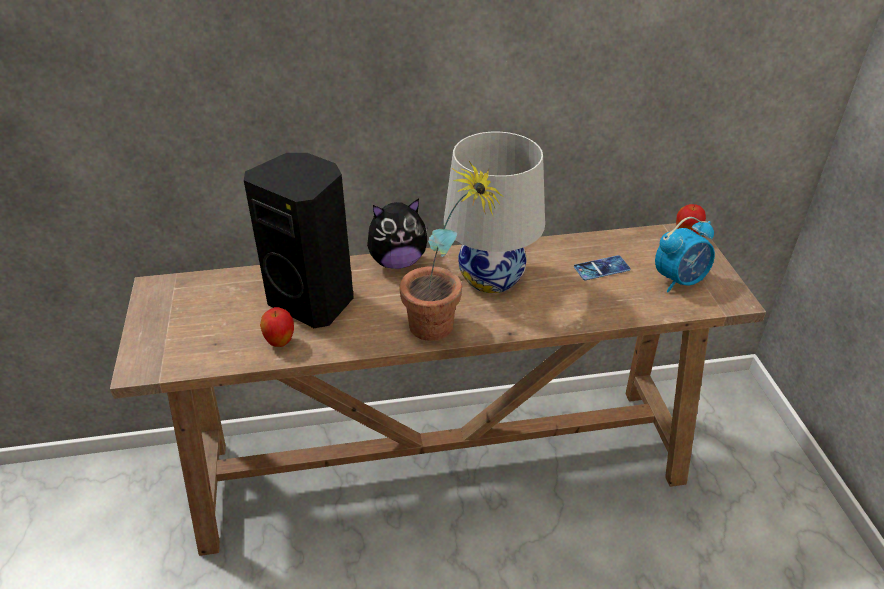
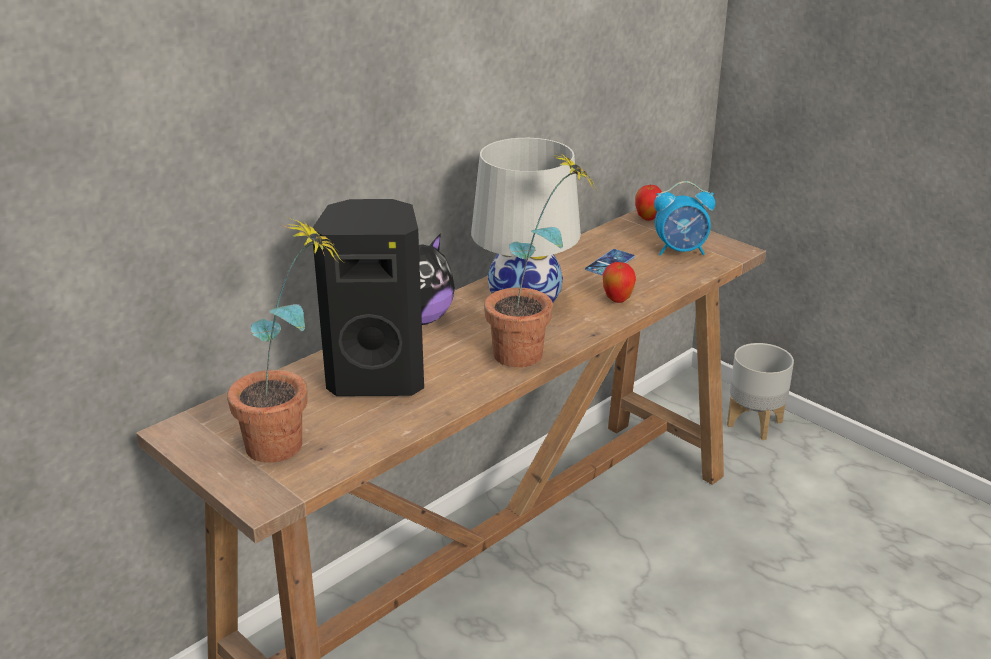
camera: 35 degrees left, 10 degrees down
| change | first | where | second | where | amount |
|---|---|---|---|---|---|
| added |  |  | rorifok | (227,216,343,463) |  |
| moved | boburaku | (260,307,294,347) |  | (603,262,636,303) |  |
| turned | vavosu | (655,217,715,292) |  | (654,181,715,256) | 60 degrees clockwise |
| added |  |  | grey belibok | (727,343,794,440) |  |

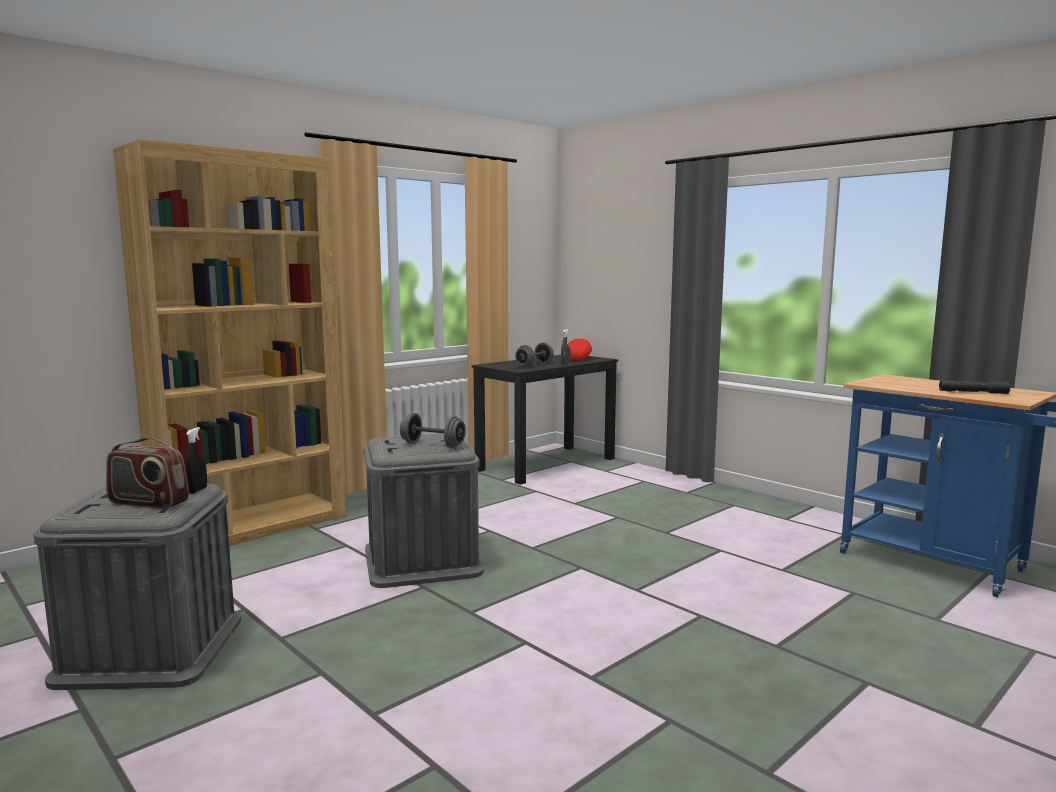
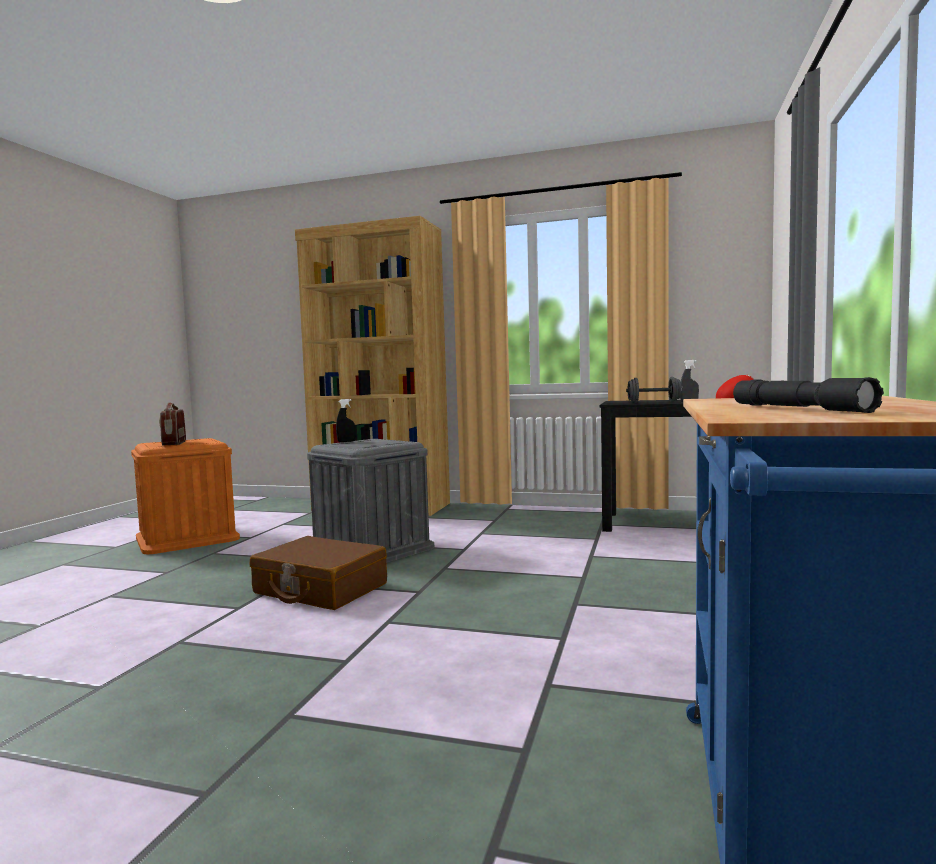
camera: 60 degrees right, 5 degrees down
| change | first | where | second | where | amount |
|---|---|---|---|---|---|
| recoloured | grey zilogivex | (33,484,241,690) | orange zilogivex | (131,438,240,554) |  |
| added |  |  | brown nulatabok | (250,536,387,610) |  |
| moved | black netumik | (185,427,207,494) |  | (336,399,355,442) |  |
| removed | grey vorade | (400,413,466,448) |  |  |  |

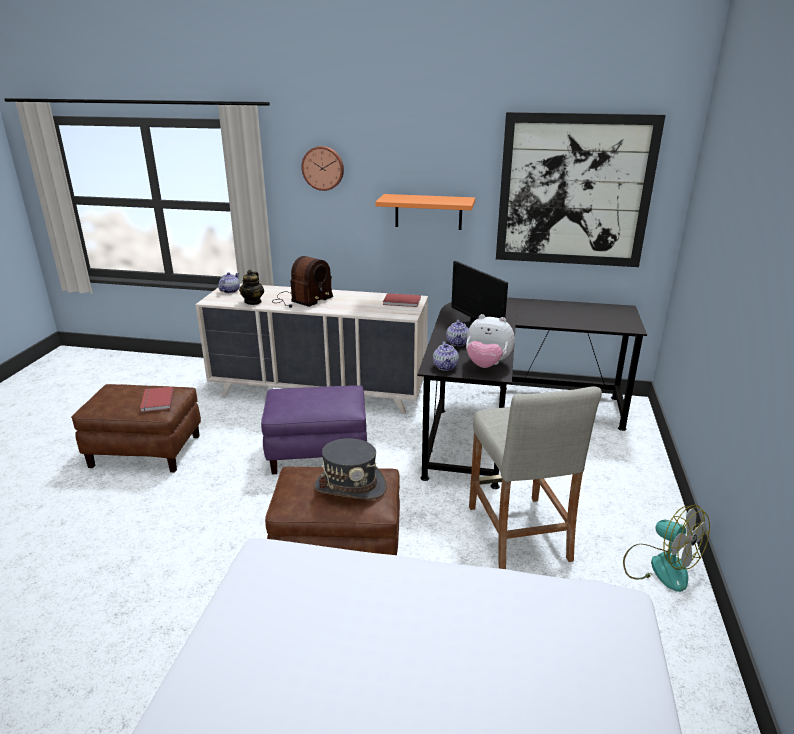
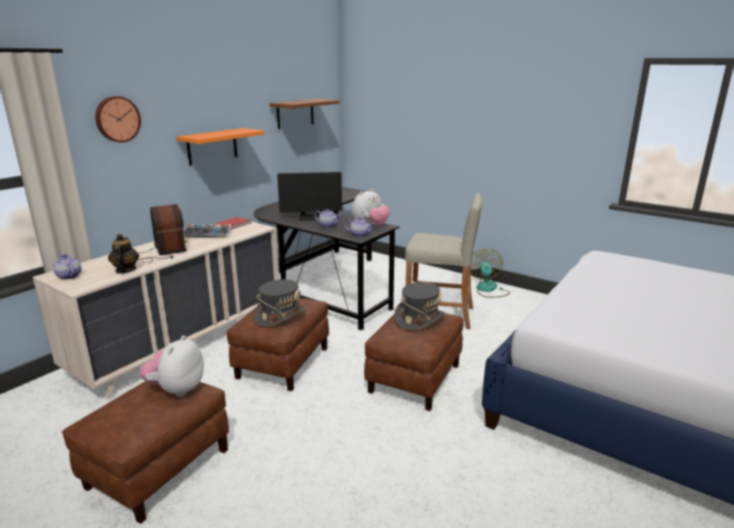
camera: 65 degrees left, 5 degrees down
| change | first | where | second | where | amount |
|---|---|---|---|---|---|
| turned | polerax | (239,269,264,305) |  | (108,234,139,273) | 135 degrees counterclockwise |
| replaced | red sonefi | (140,387,174,412) | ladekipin | (140,335,204,397) |  |
| added |  |  | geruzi | (183,224,231,238) |  |
| recoloured | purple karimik | (261,385,367,474) | brown karimik | (226,298,329,391) |  |
| added |  |  | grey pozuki | (253,279,306,327) |  |
| replaced | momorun | (496,112,666,267) | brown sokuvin | (270,99,340,129) |  |
| turned | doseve | (623,505,710,592) |  | (471,249,510,298) | 75 degrees counterclockwise |

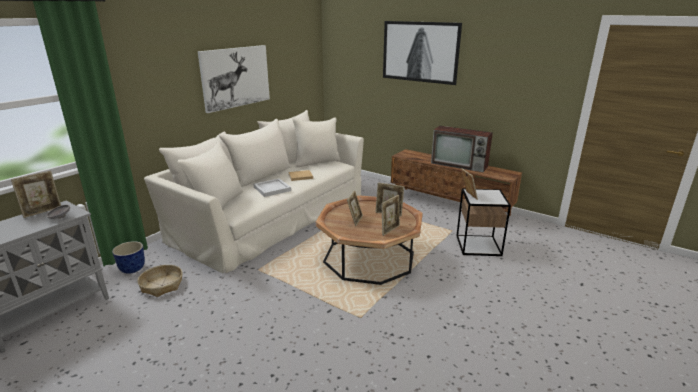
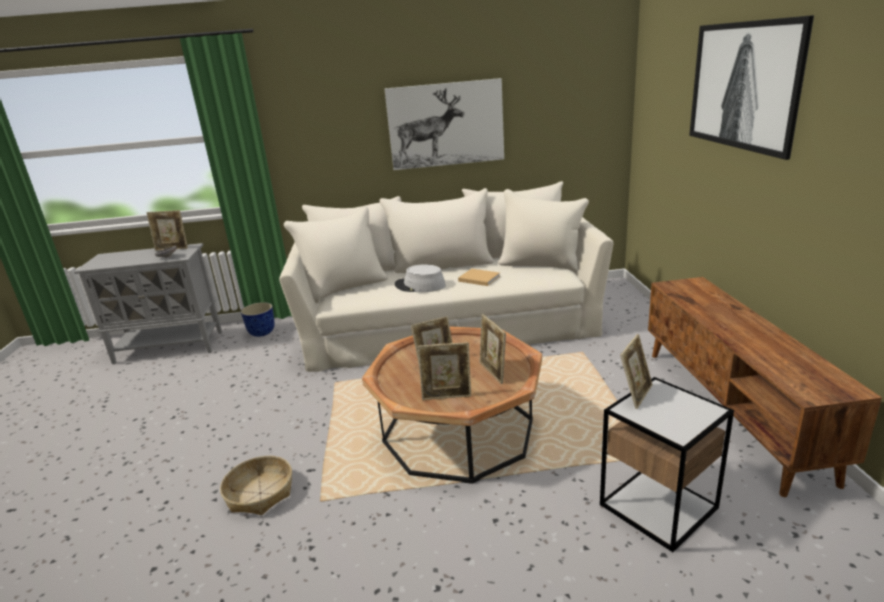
camera: 50 degrees right, 0 degrees up
| change | first | where | second | where | amount |
|---|---|---|---|---|---|
| moved | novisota | (138,265,183,297) |  | (220,456,292,515) |  |
| replaced | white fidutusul | (254,178,291,197) | grey pozuki | (395,264,446,292) |  |
| removed | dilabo | (431,126,493,172) |  |  |  |

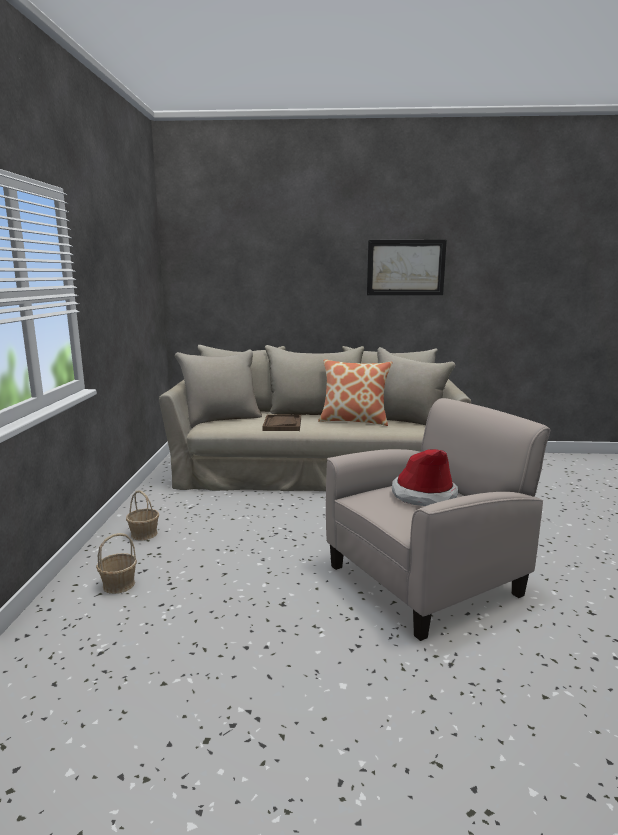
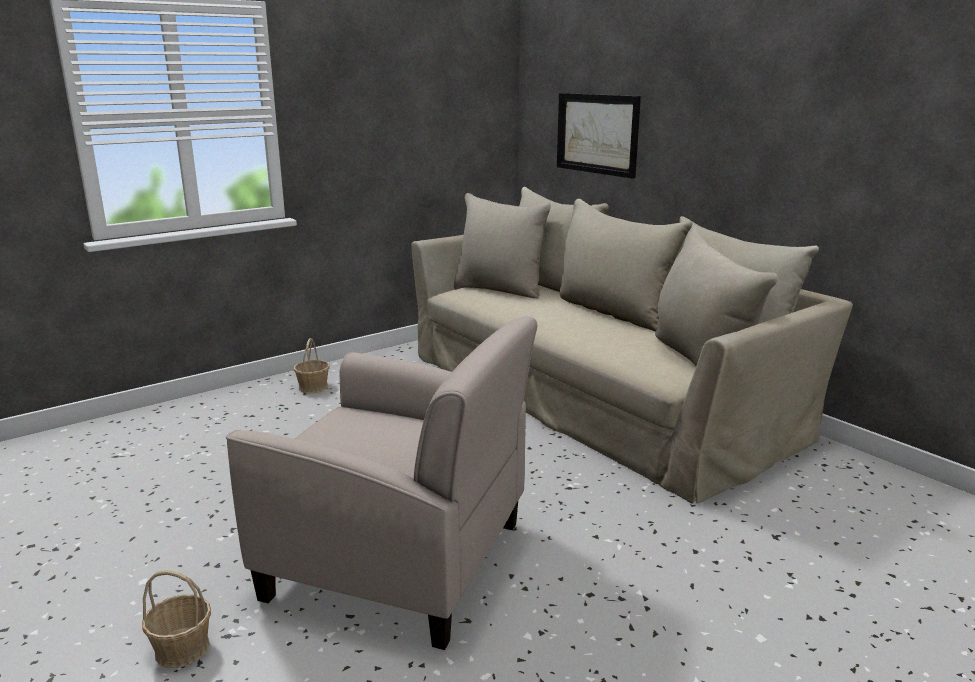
camera: 50 degrees right, 5 degrees up
| change | first | where | second | where | amount |
|---|---|---|---|---|---|
| moved | novisota | (96,533,137,594) |  | (142,570,211,668) |  |
| moved | momorun | (367,240,447,295) |  | (557,93,641,179) |  |
| removed | brown fidutusul | (262,414,301,431) |  |  |  |
| removed | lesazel | (318,359,393,426) |  |  |  |
| removed | pozuki | (392,449,458,506) |  |  |  |

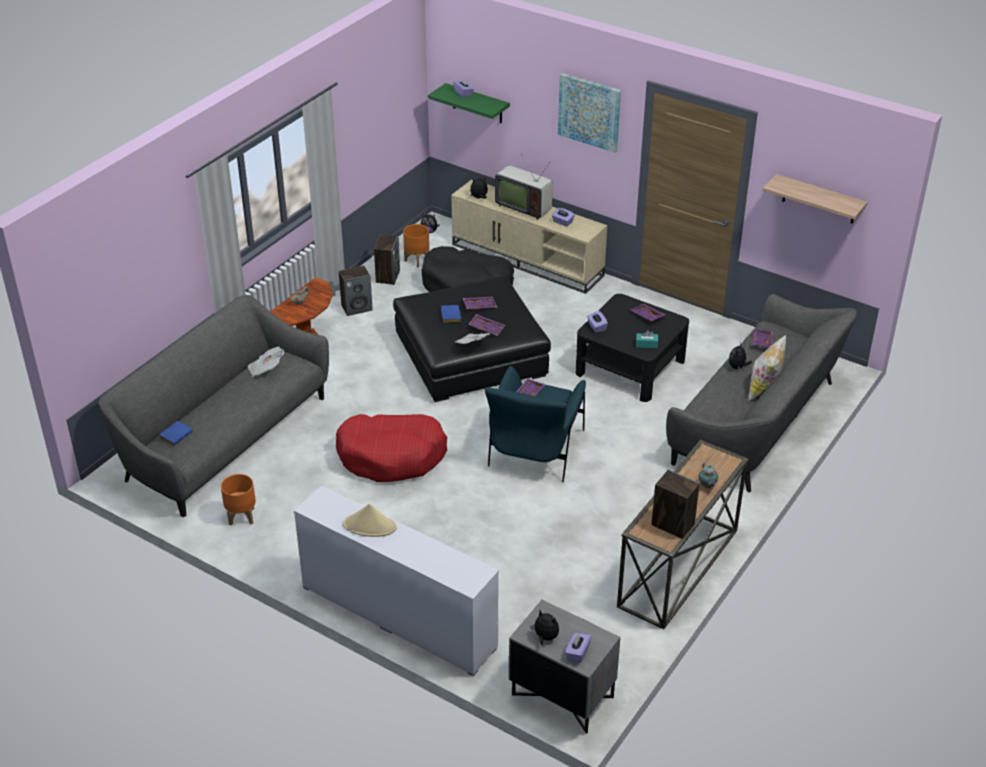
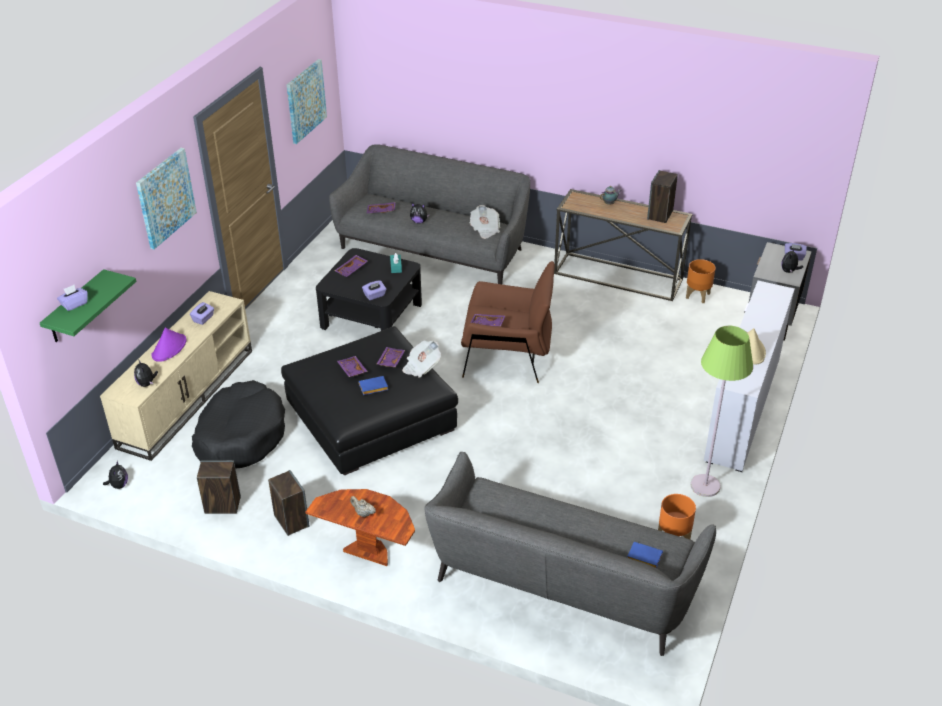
camera: 100 degrees left, 0 degrees up
| change | first | where | second | where | amount |
|---|---|---|---|---|---|
| replaced | dilabo | (495,153,553,220) | purple pozuki | (152,328,187,362) |  |
| replaced | sokuvin | (762,174,868,224) | momorun | (287,59,327,144) |  |
| recoloured | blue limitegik | (485,366,586,482) | brown limitegik | (461,261,555,383) |  |
| moved | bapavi | (248,346,284,377) |  | (470,205,500,239) |  |
| moved | orange belibok | (403,224,429,267) |  | (686,259,716,303) |  |
| added |  |  | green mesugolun | (691,326,753,497) |  |
| removed | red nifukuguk | (336,414,447,482) |  |  |  |
| removed | lesazel | (749,335,786,401) |  |  |  |

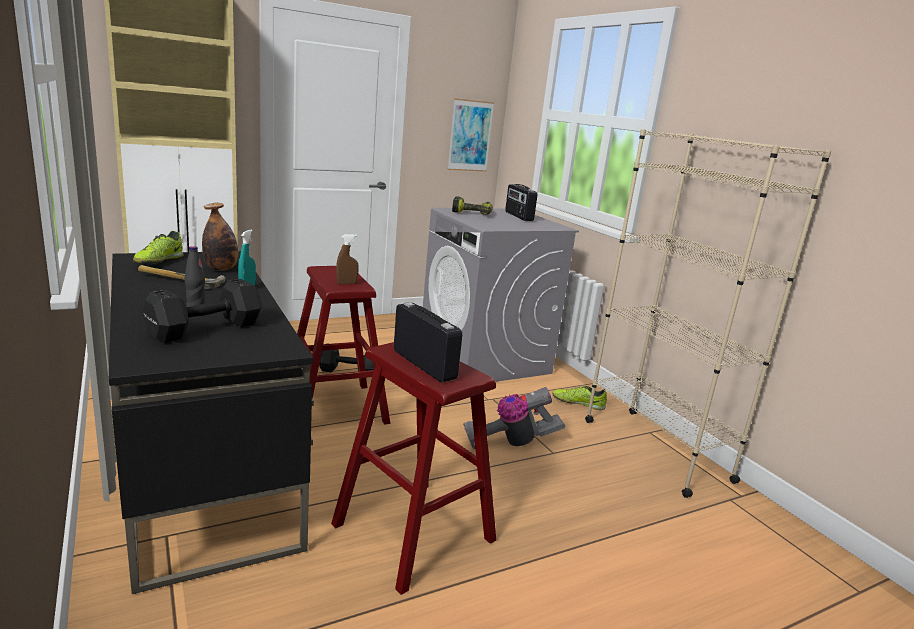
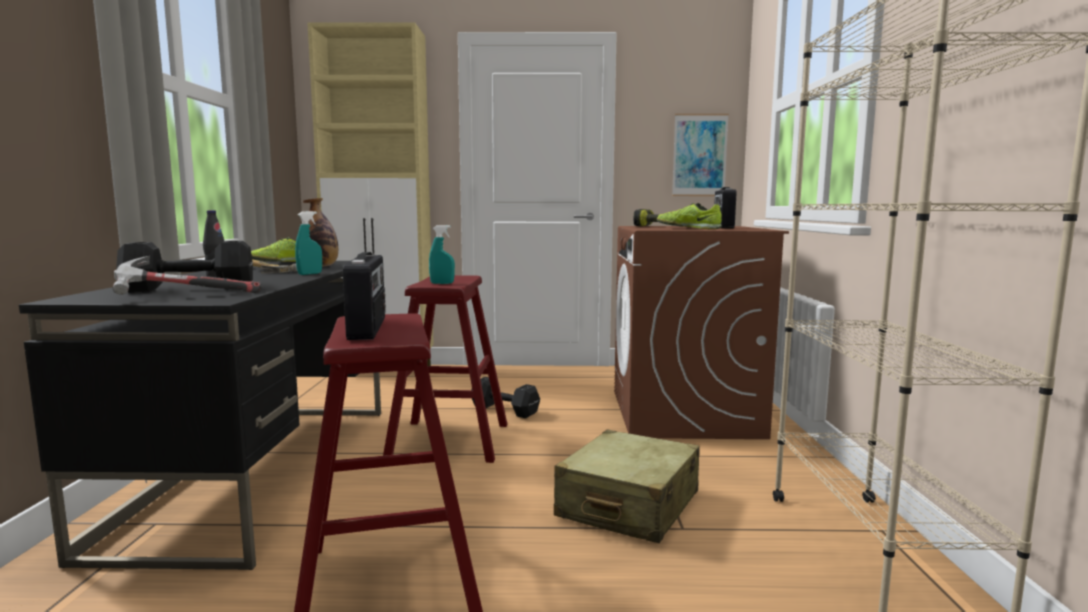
camera: 30 degrees right, 10 degrees down
| change | first | where | second | where | amount |
|---|---|---|---|---|---|
| added |  |  | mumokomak | (112,256,261,295) |  |
| recoloured | brown netumik | (336,234,359,284) | turquoise netumik | (429,225,455,284) |  |
| replaced | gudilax | (463,387,565,450) | beige nulatabok | (554,430,699,543) |  |
| recoloured | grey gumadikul | (423,208,579,382) | brown gumadikul | (614,226,789,439) |  |
| moved | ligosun | (552,386,607,410) |  | (657,203,722,229) |  |

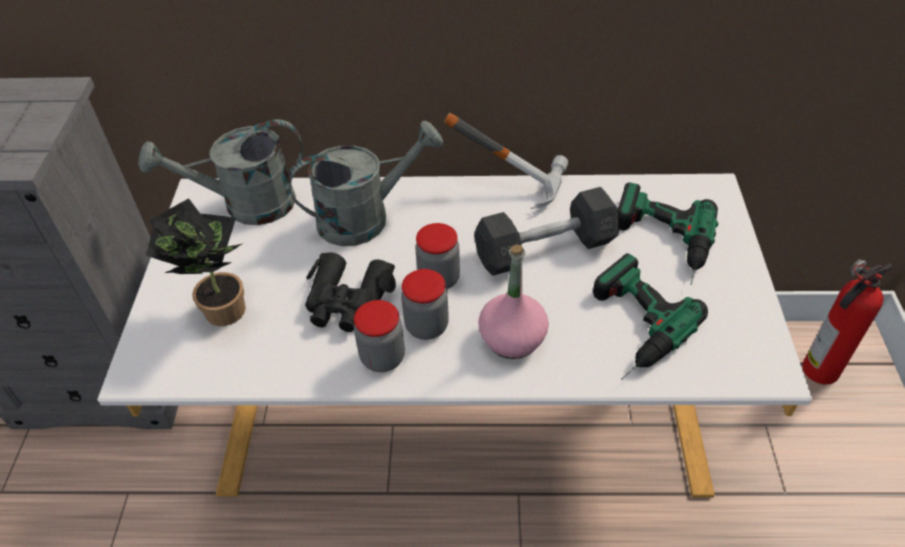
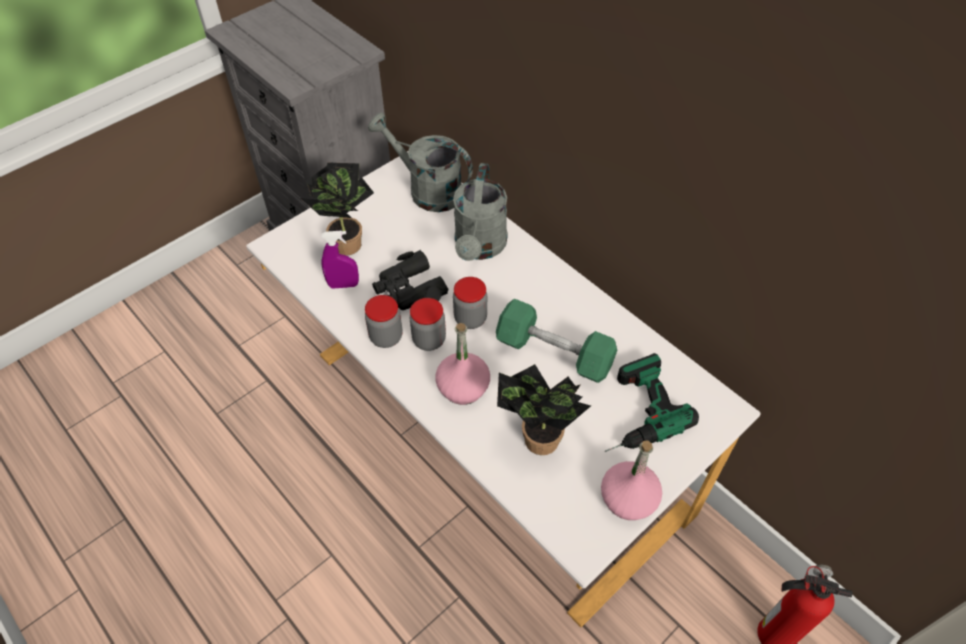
camera: 45 degrees right, 5 degrees up
| change | first | where | second | where | amount |
|---|---|---|---|---|---|
| added |  |  | purple netumik | (321,231,359,288) |  |
| turned | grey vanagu | (288,121,443,246) |  | (453,163,507,261) | 75 degrees clockwise |
| recoloured | grey vorade | (474,187,619,276) | green vorade | (496,299,617,383) |  |
| replaced | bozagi | (593,253,708,380) | rorifok | (497,364,591,455) |  |
| added |  |  | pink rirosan | (601,440,662,520) |  |
| removed | mumokomak | (444,113,568,209) |  |  |  |

